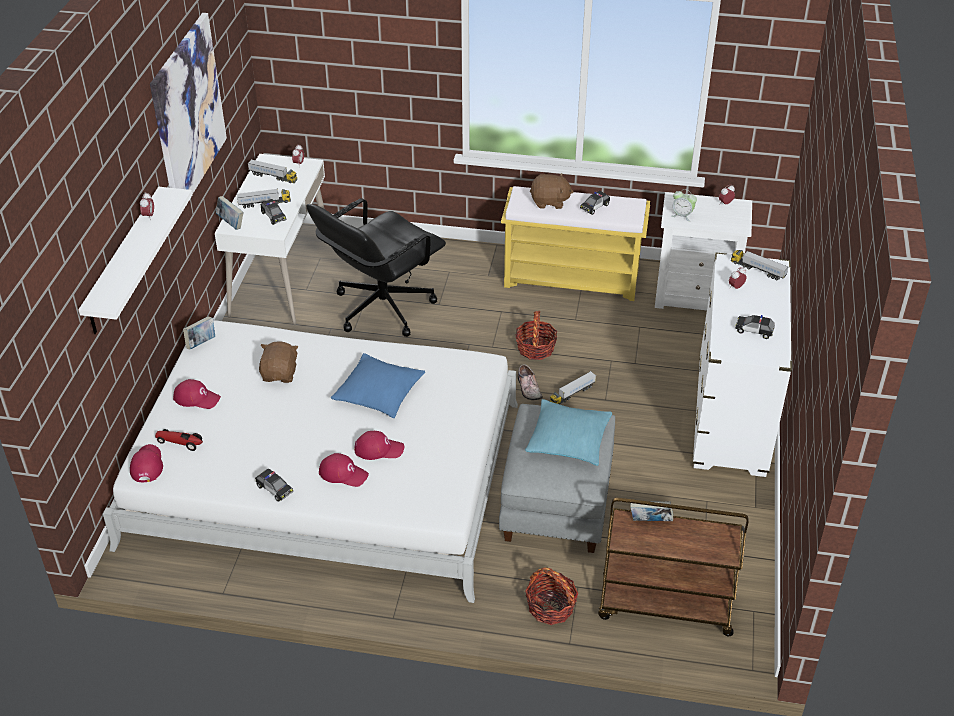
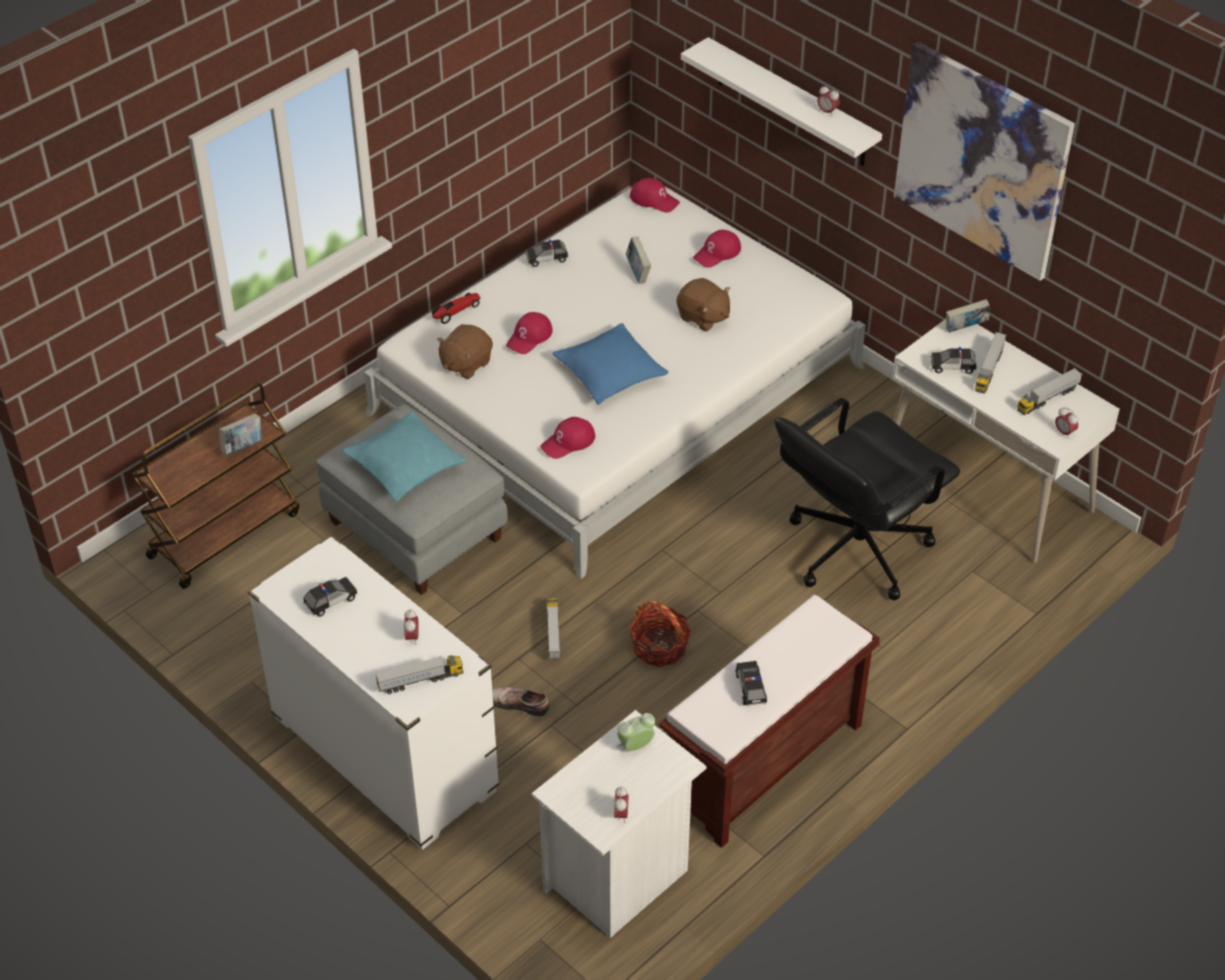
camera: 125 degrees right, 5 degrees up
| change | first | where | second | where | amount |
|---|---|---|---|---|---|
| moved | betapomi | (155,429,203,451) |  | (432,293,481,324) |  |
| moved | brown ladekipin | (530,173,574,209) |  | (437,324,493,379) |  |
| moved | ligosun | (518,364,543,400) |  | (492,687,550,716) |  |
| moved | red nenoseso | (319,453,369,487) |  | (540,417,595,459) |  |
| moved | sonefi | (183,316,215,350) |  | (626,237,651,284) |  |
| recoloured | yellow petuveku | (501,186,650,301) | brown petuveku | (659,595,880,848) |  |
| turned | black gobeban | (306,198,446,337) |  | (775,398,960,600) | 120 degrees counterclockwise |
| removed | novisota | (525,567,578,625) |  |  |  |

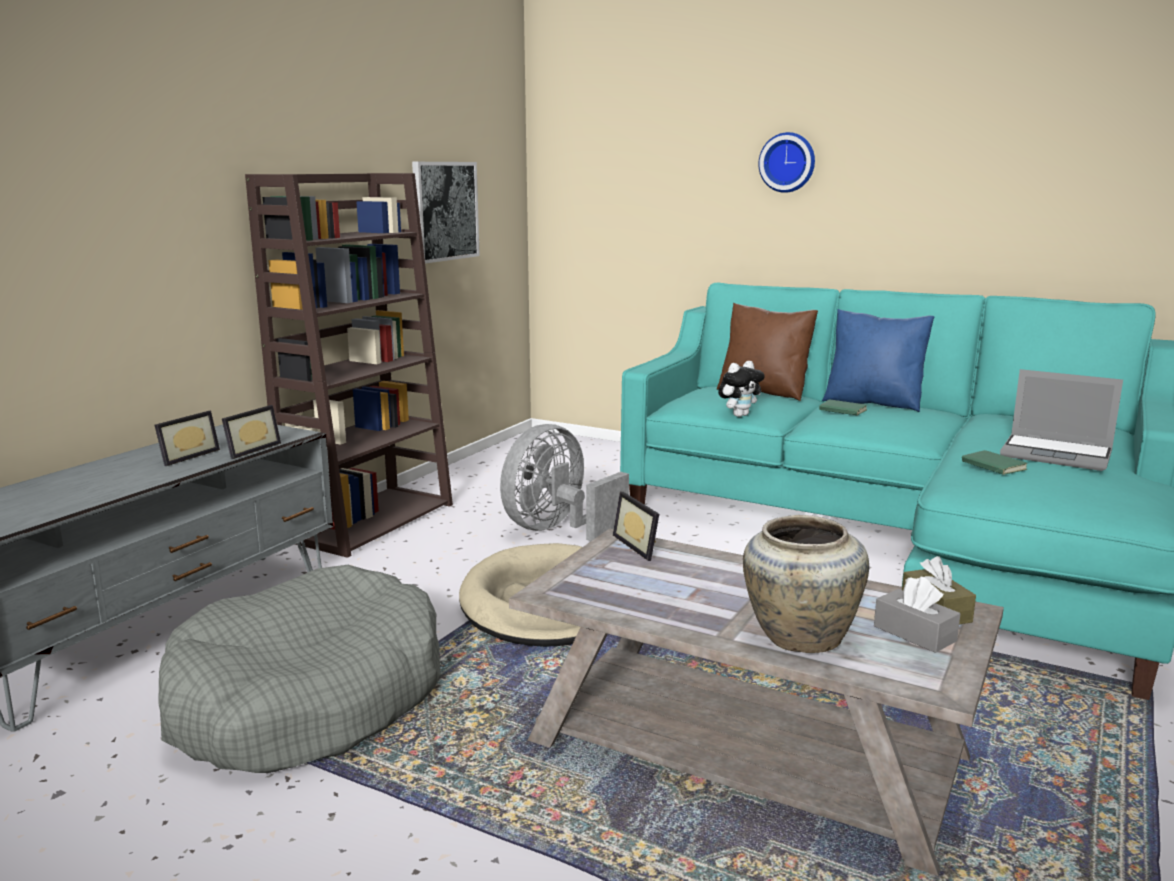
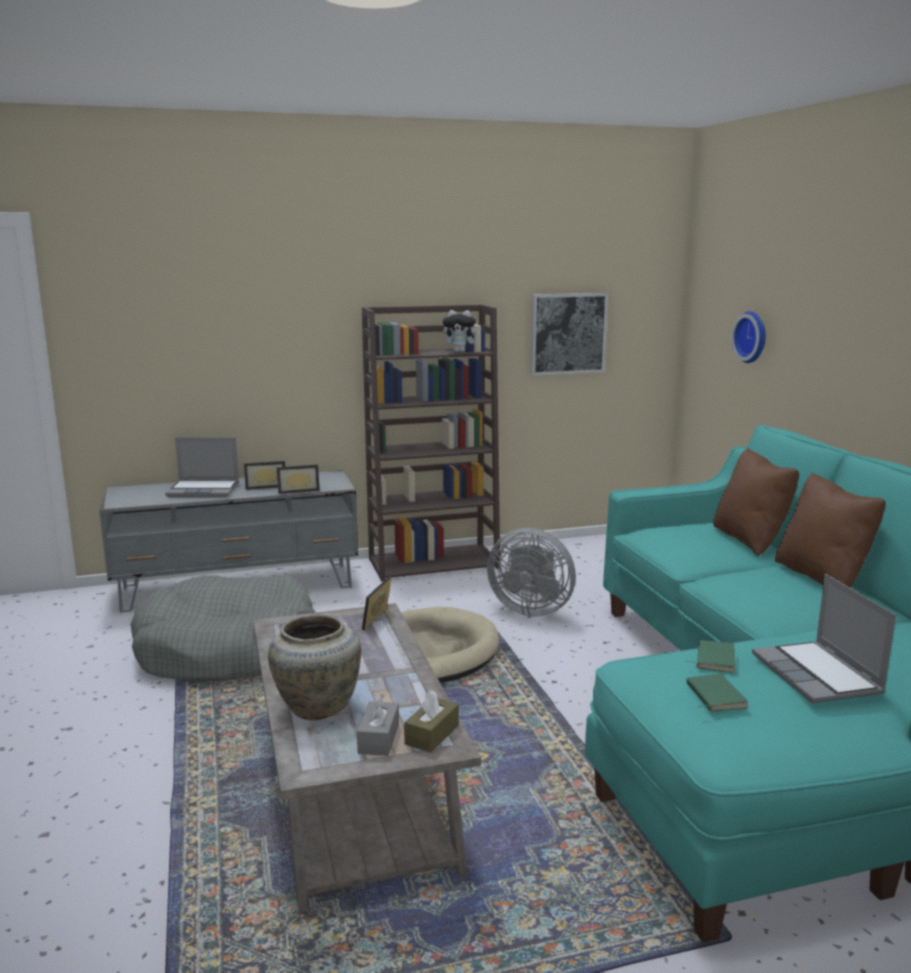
camera: 45 degrees right, 0 degrees up
| change | first | where | second | where | amount |
|---|---|---|---|---|---|
| added |  |  | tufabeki | (165,437,239,497) |  |
| moved | ladekipin | (718,361,765,417) |  | (443,310,481,352) |  |
| turned | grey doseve | (500,424,629,541) |  | (487,528,576,617) | 150 degrees counterclockwise |
| moved | green sonefi | (819,400,867,415) |  | (686,674,748,712) |  |
| moved | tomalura | (758,132,815,193) |  | (731,311,766,363) |  |
| recoloured | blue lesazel | (822,309,934,412) | brown lesazel | (775,472,886,588) |  |

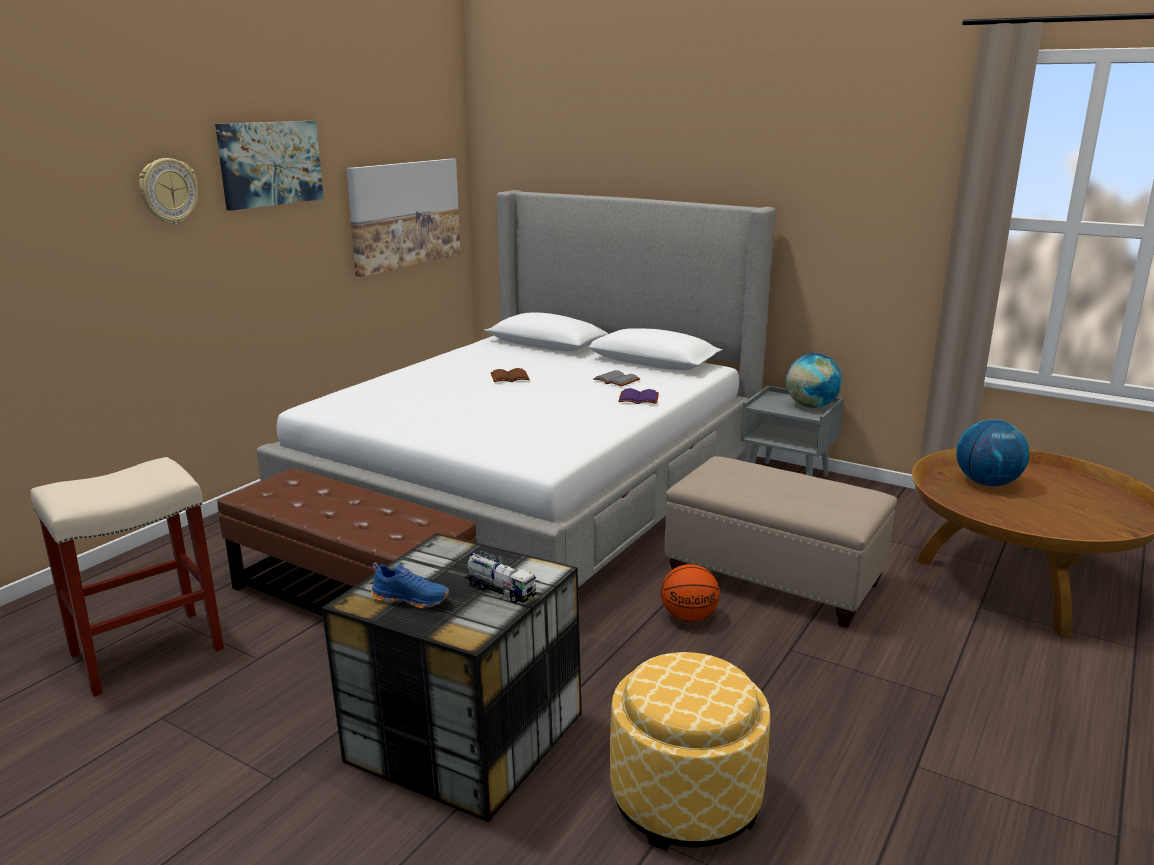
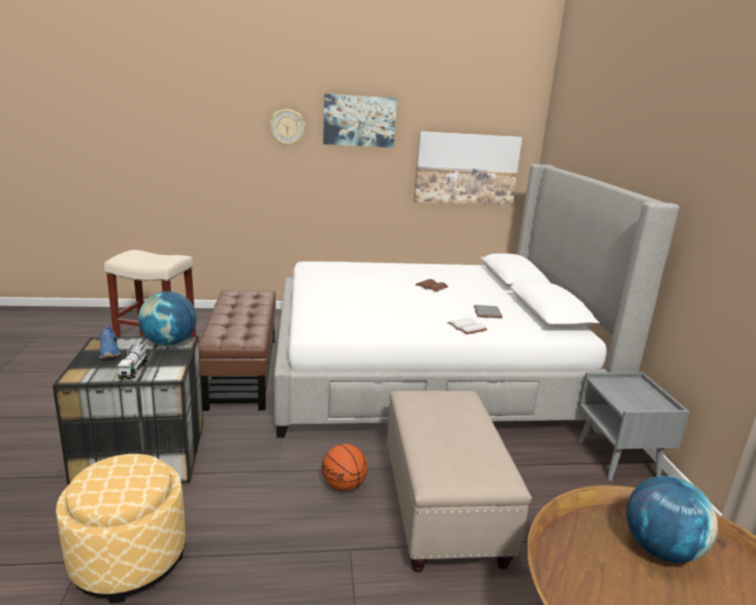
camera: 50 degrees right, 0 degrees up
| change | first | where | second | where | amount |
|---|---|---|---|---|---|
| moved | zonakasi | (786,353,842,408) |  | (138,291,197,346) |  |
| recoloured | purple sonefi | (618,388,659,404) | white sonefi | (447,318,487,334) |  |

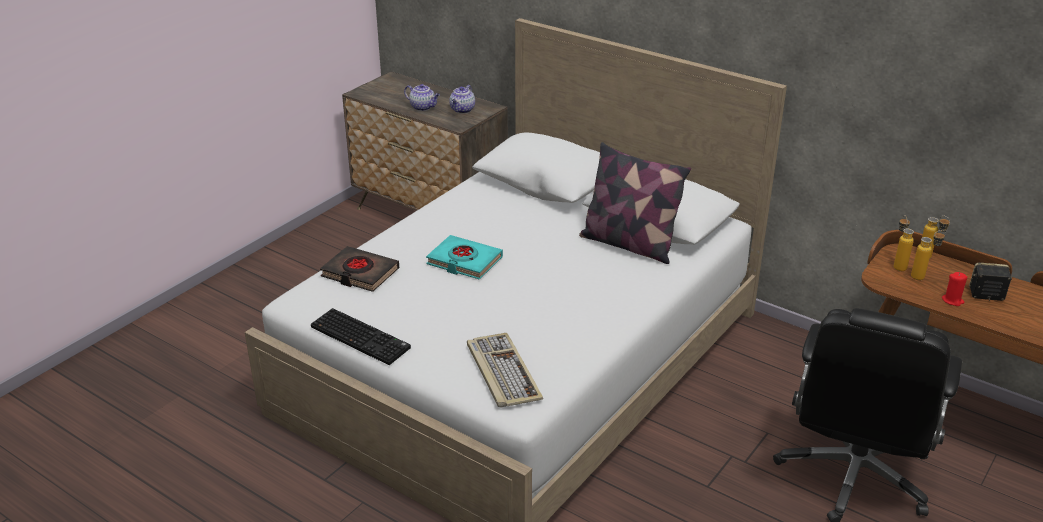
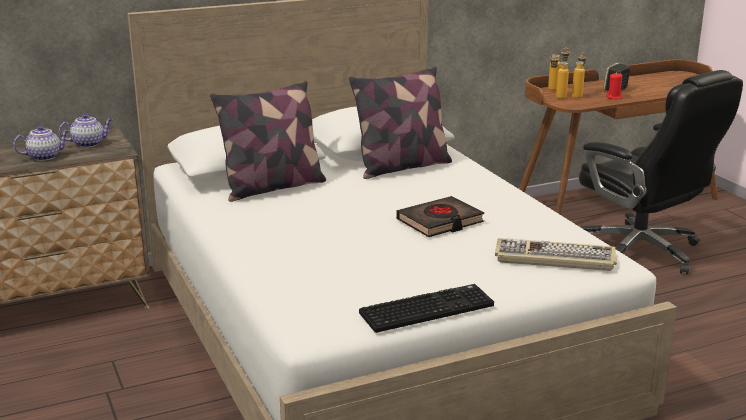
camera: 60 degrees left, 10 degrees down
| change | first | where | second | where | amount |
|---|---|---|---|---|---|
| turned | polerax | (449,85,475,114) |  | (59,114,113,148) | 75 degrees counterclockwise |
| added |  |  | lesazel | (210,81,326,202) |  |
| moved | black sonefi | (320,246,399,292) |  | (396,196,484,237) |  |
| removed | turquoise sonefi | (426,235,503,280) |  |  |  |

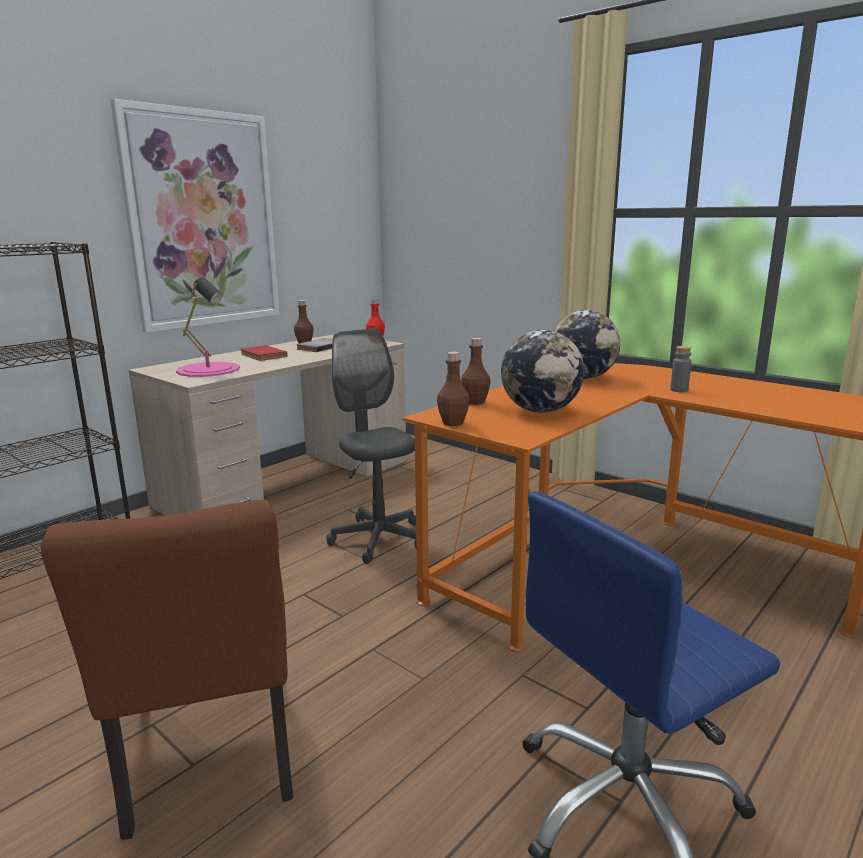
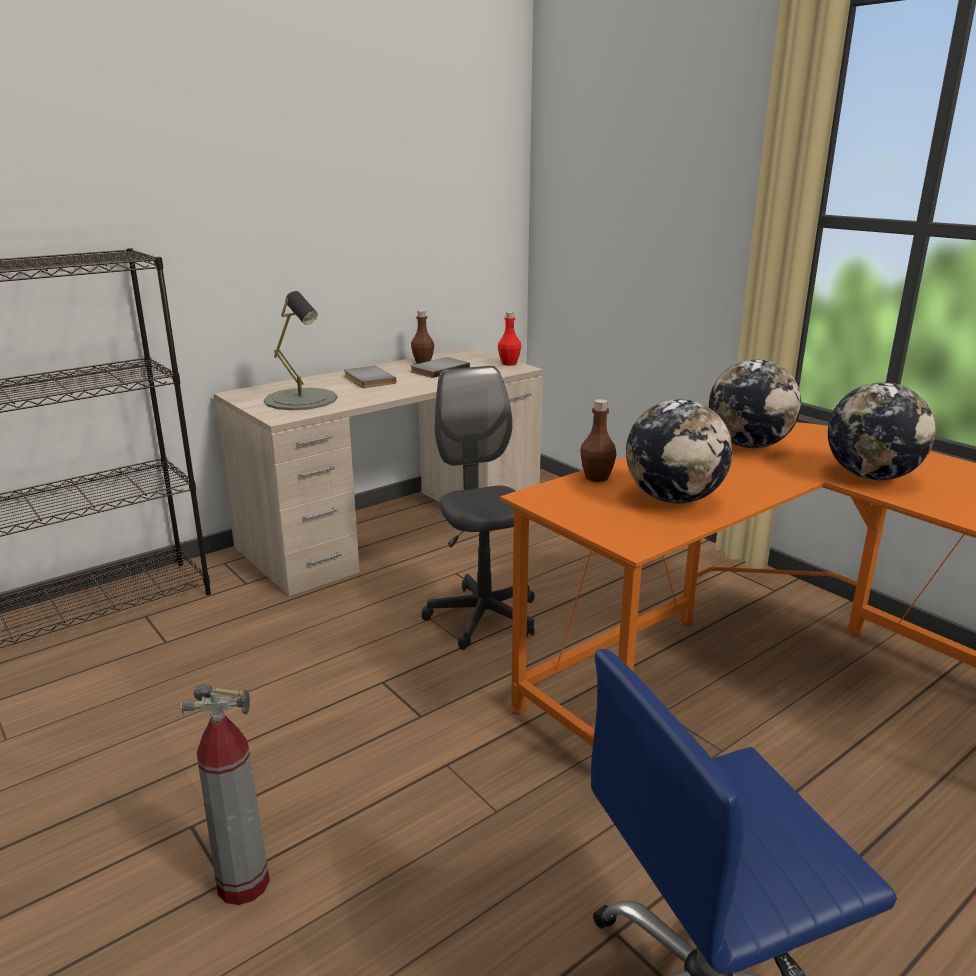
camera: 10 degrees right, 5 degrees up
| change | first | where | second | where | amount |
|---|---|---|---|---|---|
| replaced | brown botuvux | (41,500,293,840) | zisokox | (180,684,270,905) |  |
| recoloured | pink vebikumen | (176,277,240,377) | grey vebikumen | (264,291,337,410) |  |
| recoloured | red sonefi | (241,345,287,361) | grey sonefi | (344,366,396,388) |  |
| replaced | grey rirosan | (670,346,691,392) | zonakasi | (828,382,935,480) |  |
| removed | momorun | (111,99,280,333) |  |  |  |
| removed | brown rirosan | (437,352,470,426) |  |  |  |

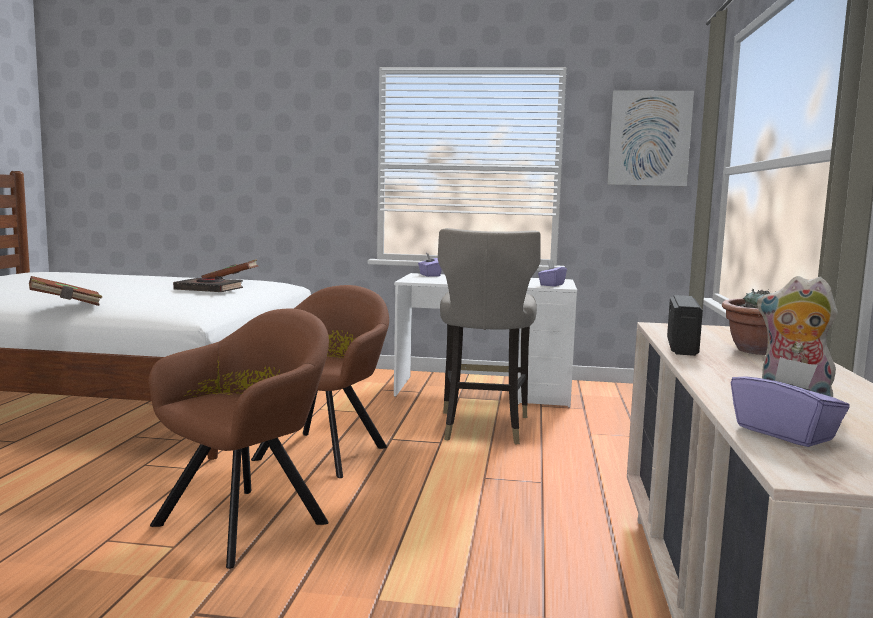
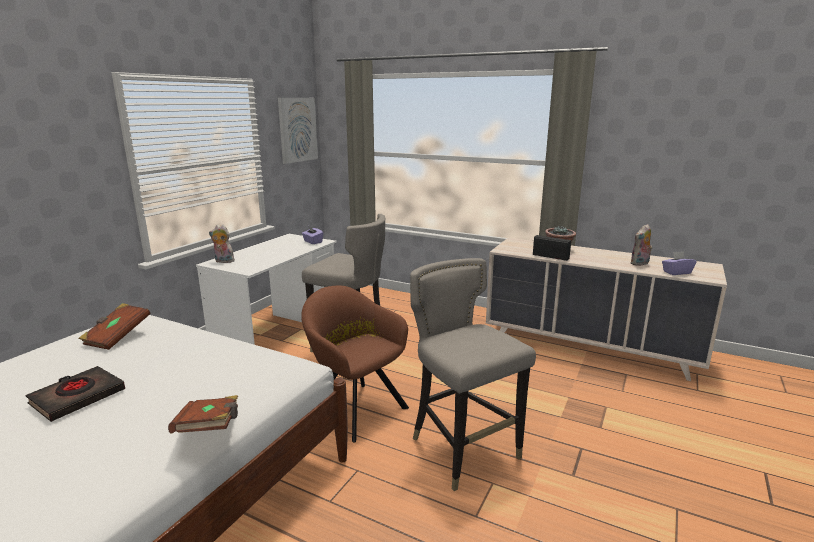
camera: 70 degrees left, 10 degrees up
| change | first | where | second | where | amount |
|---|---|---|---|---|---|
| moved | black sonefi | (173,276,243,292) |  | (25,366,125,422) |  |
| replaced | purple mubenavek | (418,253,442,277) | ladekipin | (209,225,235,263) |  |
| replaced | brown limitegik | (149,308,329,569) | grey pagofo | (410,258,536,491) |  |

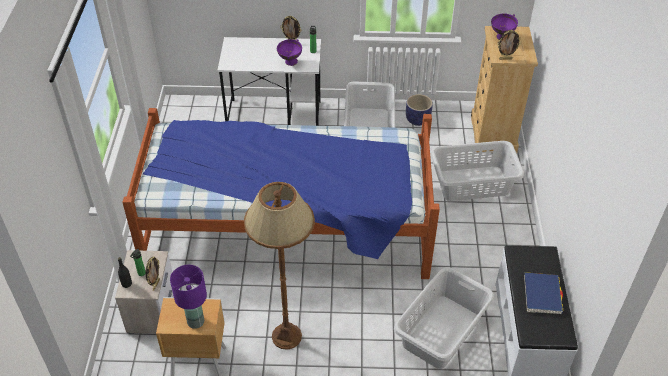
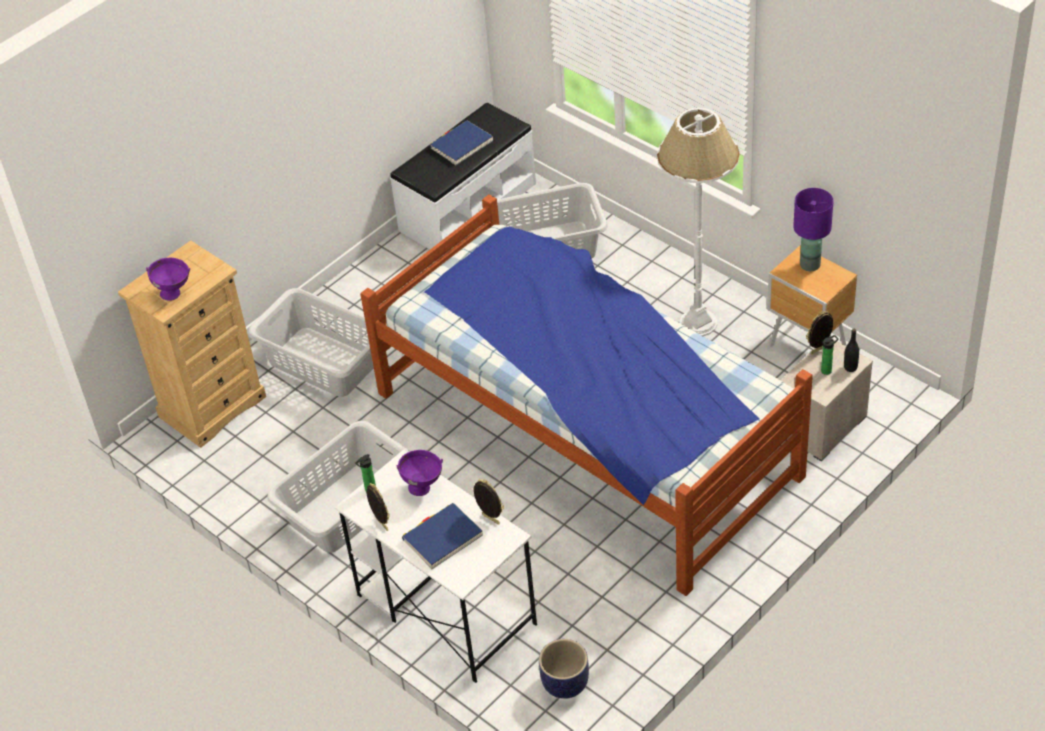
camera: 135 degrees left, 0 degrees up
| change | first | where | second | where | amount |
|---|---|---|---|---|---|
| added |  |  | blue sonefi | (402,503,483,569) |  |
| moved | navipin | (497,30,521,60) |  | (473,479,504,525) |  |
| moved | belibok | (406,94,433,126) |  | (539,639,589,699) |  |
| recoloured | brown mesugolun | (244,182,315,350) | white mesugolun | (657,108,740,336) |  |

